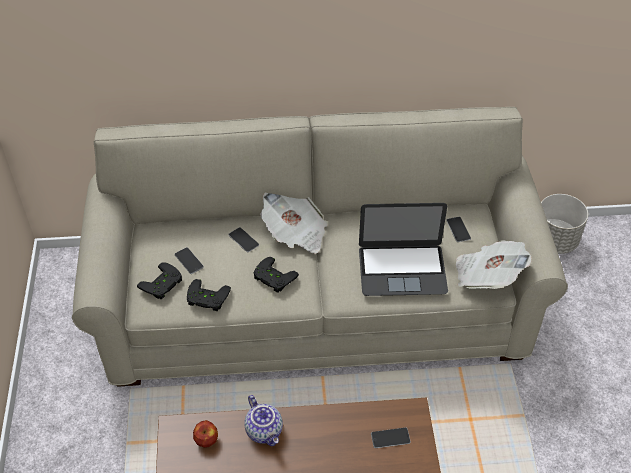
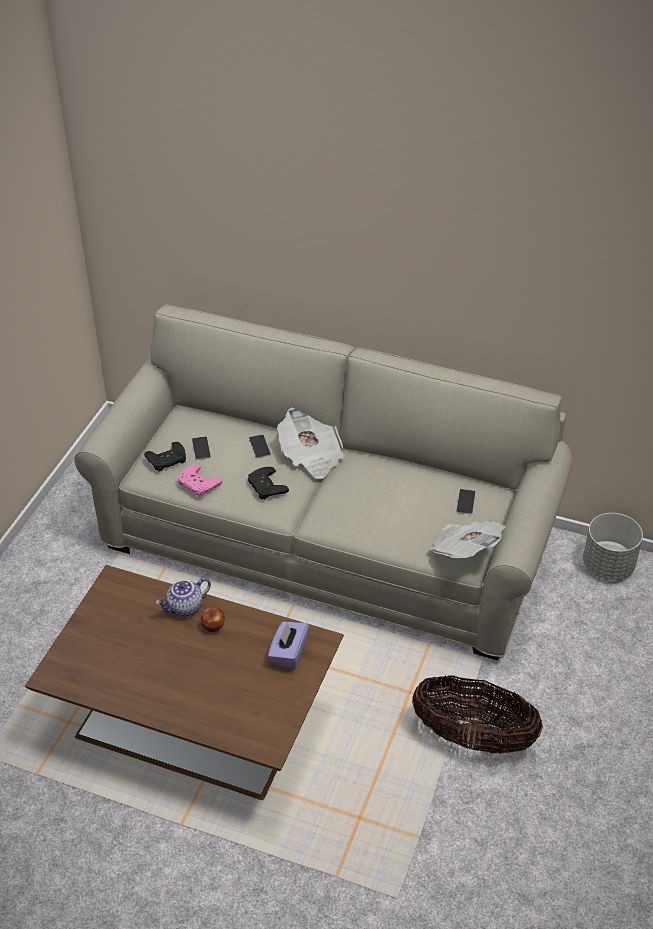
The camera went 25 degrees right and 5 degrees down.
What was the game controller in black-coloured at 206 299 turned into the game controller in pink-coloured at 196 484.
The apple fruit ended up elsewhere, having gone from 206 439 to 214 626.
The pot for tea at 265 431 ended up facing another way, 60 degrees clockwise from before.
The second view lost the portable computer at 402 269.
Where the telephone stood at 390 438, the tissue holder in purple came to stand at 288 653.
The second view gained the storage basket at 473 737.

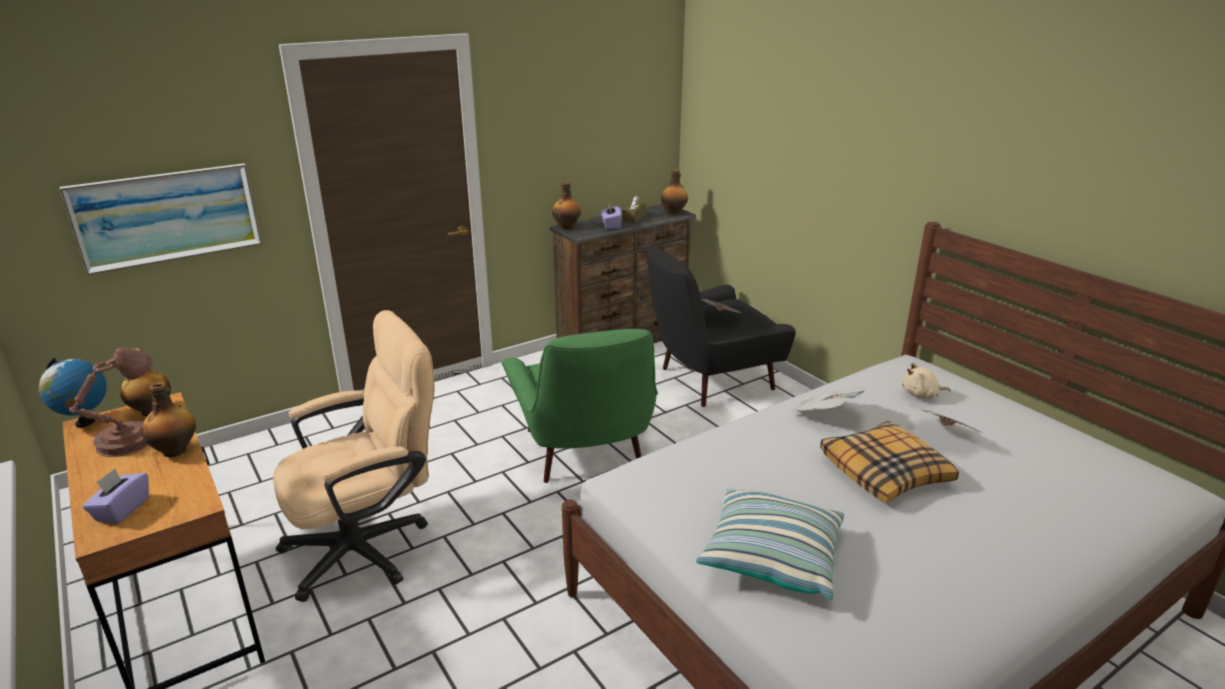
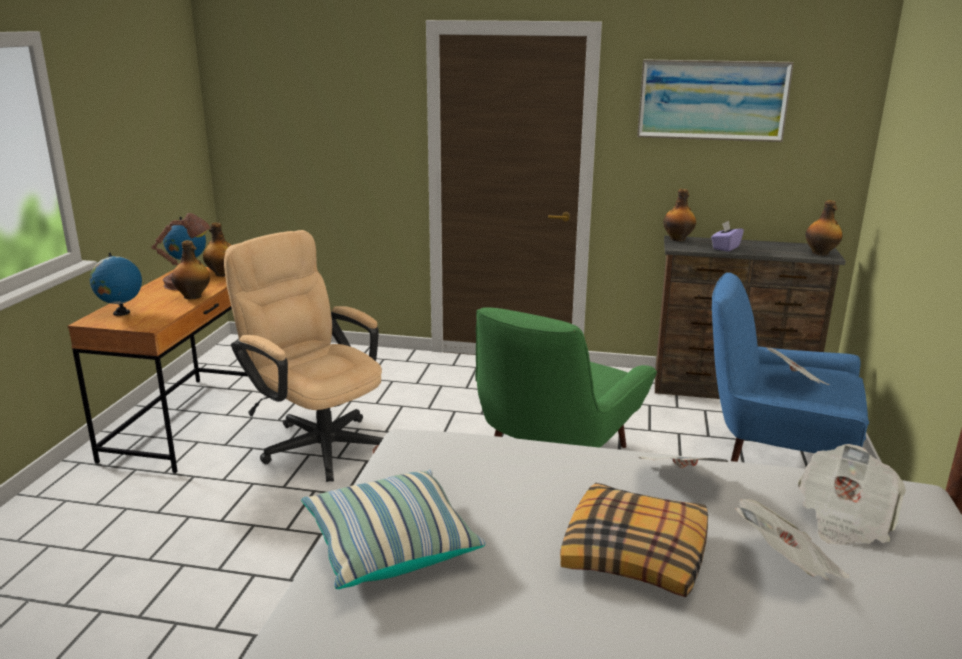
The camera went 45 degrees right and 5 degrees down.
The wall picture ended up elsewhere, having gone from 167 216 to 712 100.
Where the tissue holder in purple stood at 122 509, the desk globe came to stand at 121 313.
The office chair in sand-coloured at 370 546 ended up facing another way, 150 degrees counterclockwise from before.
The second view lost the tissue holder in brownish at 634 218.
What was the easy chair in black-coloured at 710 380 turned into the easy chair in blue at 775 457.
Where the plush toy in sand-coloured stood at 921 395, the printed paper came to stand at 844 519.

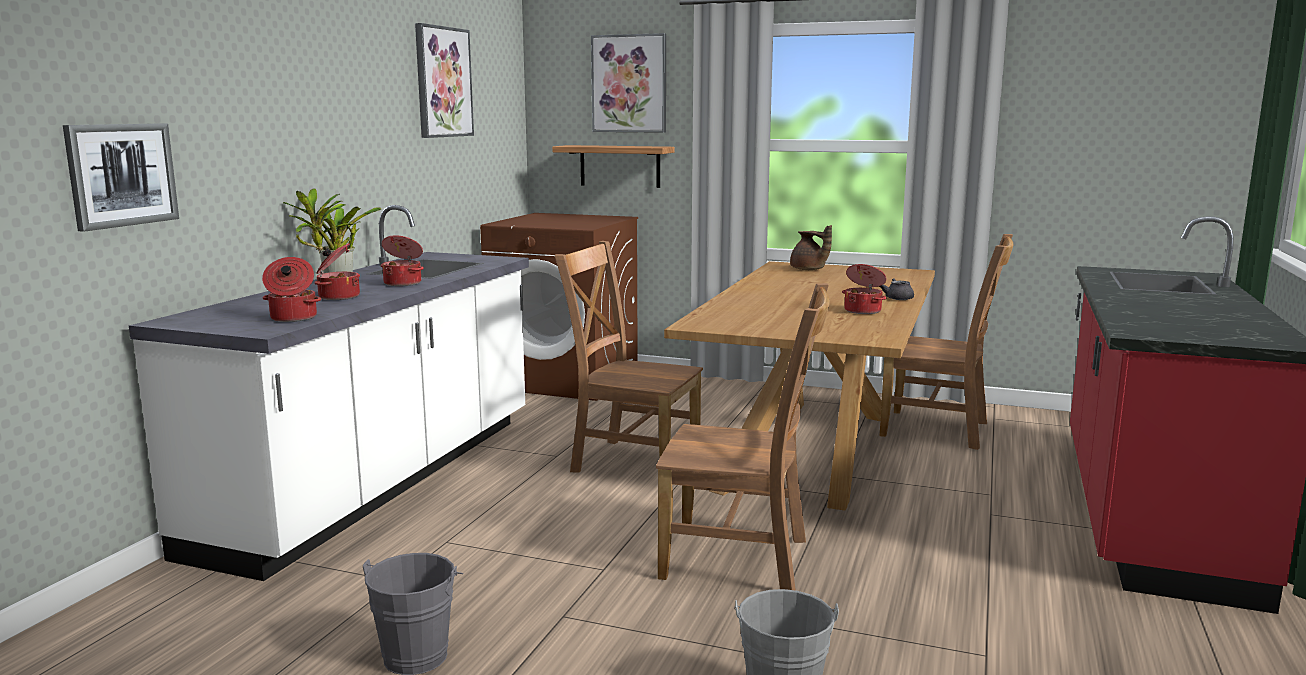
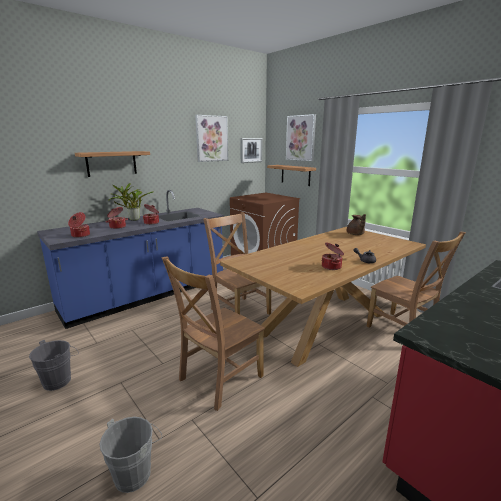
The camera went 30 degrees right and 5 degrees up.
The wall picture ended up elsewhere, having gone from 121 175 to 251 150.
What was the kitchen base unit in whitish at 380 481 turned into the kitchen base unit in blue at 147 296.
The chair in brownish at 742 560 ended up facing another way, 90 degrees clockwise from before.
The second view gained the shelf at 111 163.

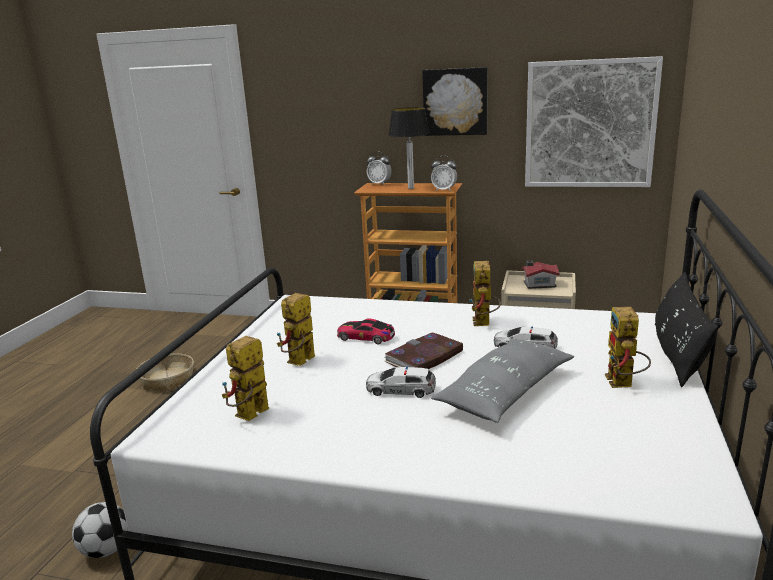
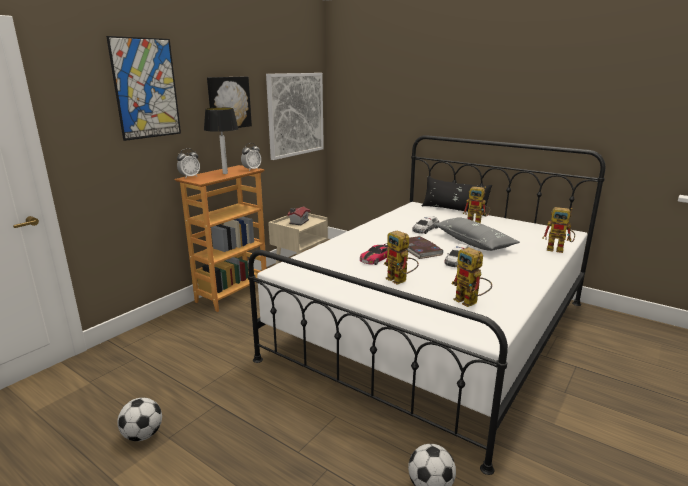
The camera went 70 degrees left and 0 degrees up.
Where the storage basket stood at 167 379, the football ball came to stand at 143 435.
The model robot ended up elsewhere, having gone from 484 324 to 559 249.
The second view gained the wall picture at 146 88.

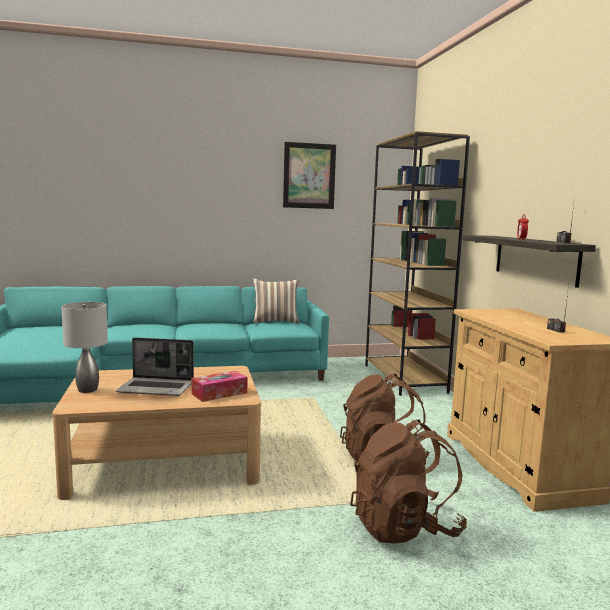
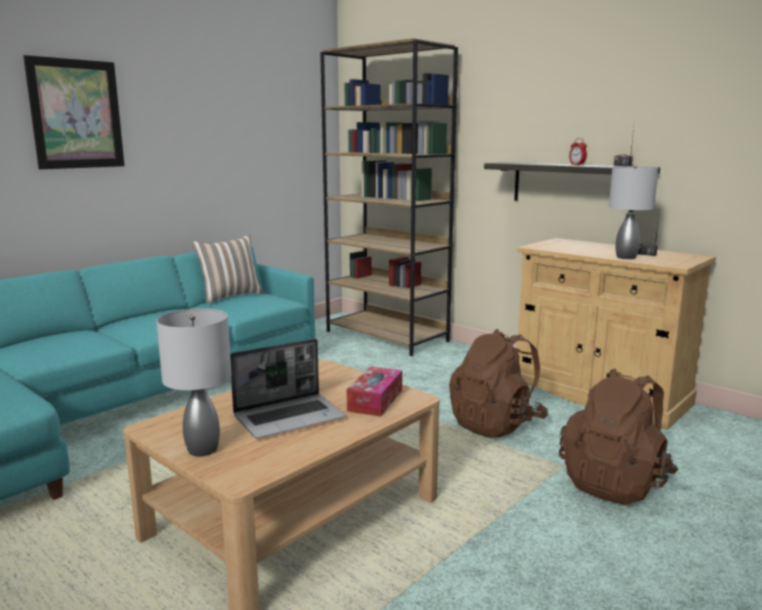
The camera went 35 degrees left and 5 degrees up.
The wall picture ended up elsewhere, having gone from 309 176 to 76 114.
The second view gained the tabletop lamp in greyish at 626 257.

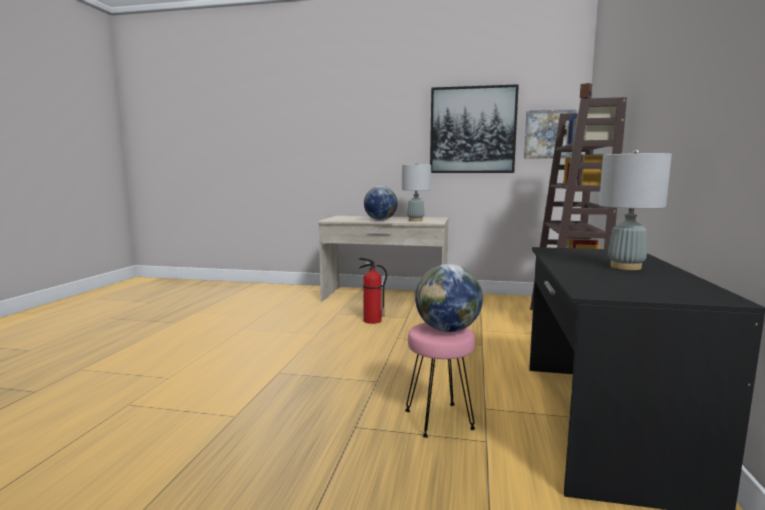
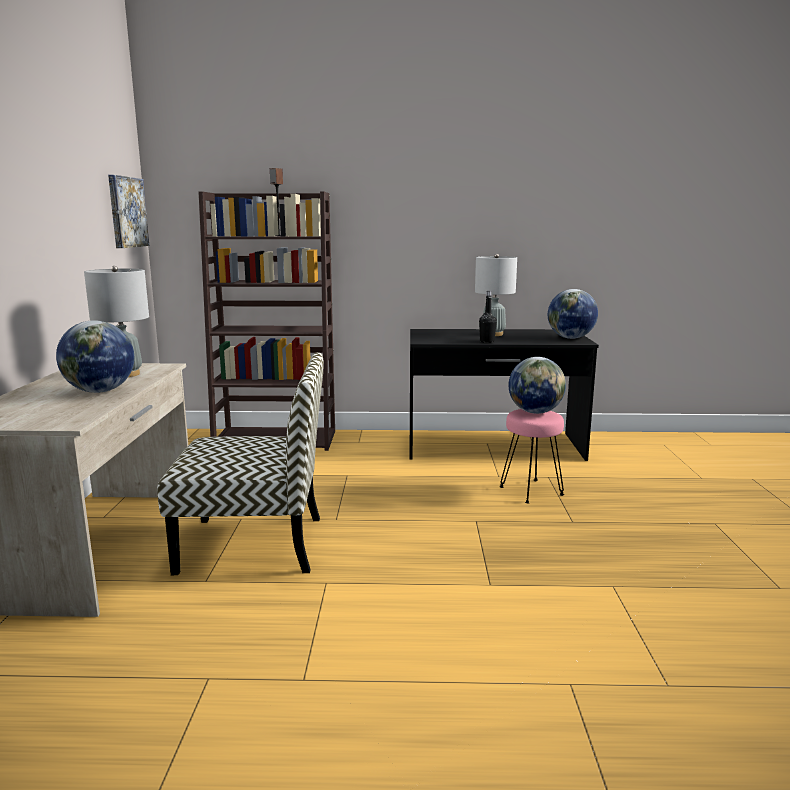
The camera went 100 degrees left and 5 degrees up.
Where the extinguisher stood at 371 321, the chair came to stand at 255 544.
The second view lost the wall picture at 472 130.
The second view gained the drink bottle in black-coloured at 487 341.
The second view gained the desk globe at 570 338.

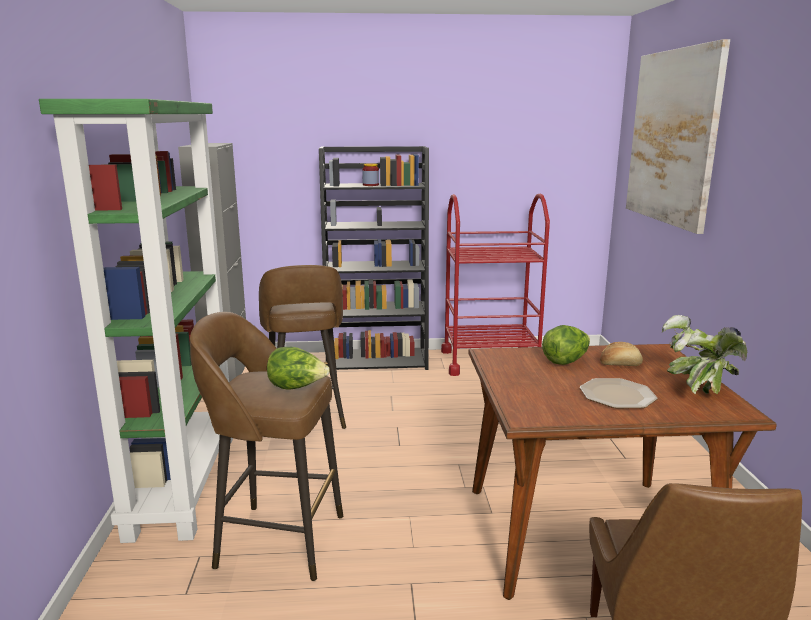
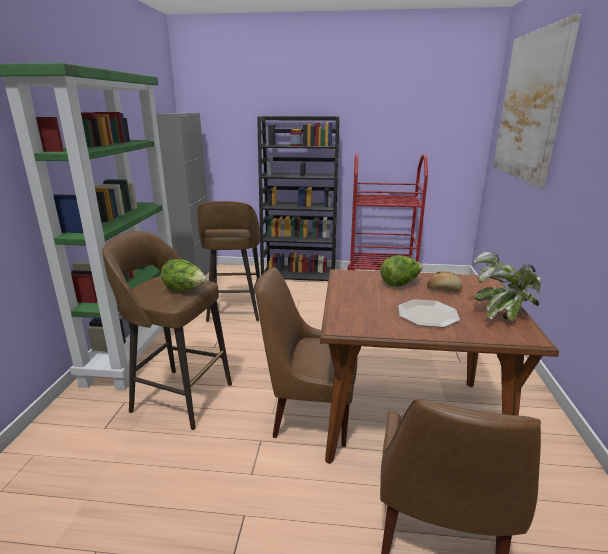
The camera went 10 degrees right and 5 degrees up.
The second view gained the chair in brownish at 310 414.

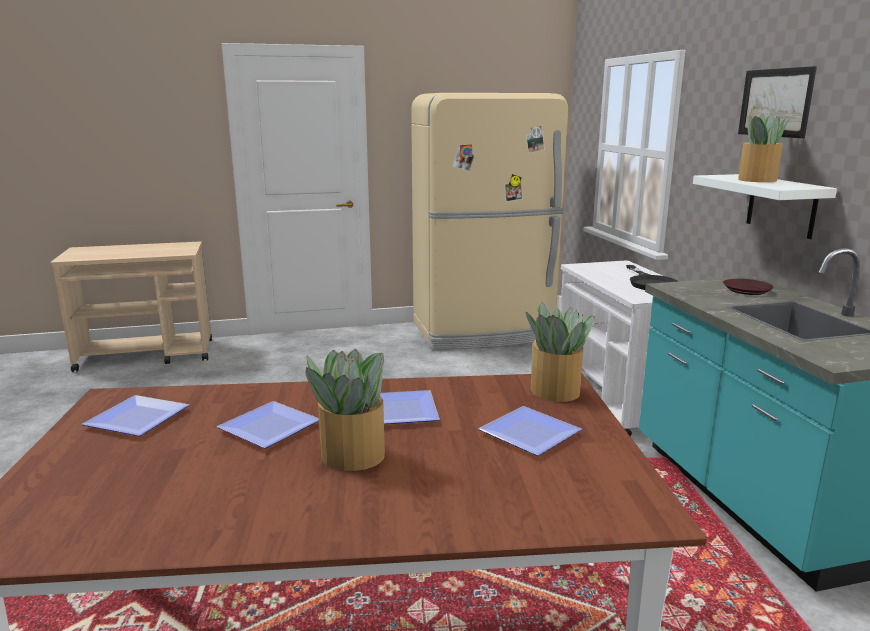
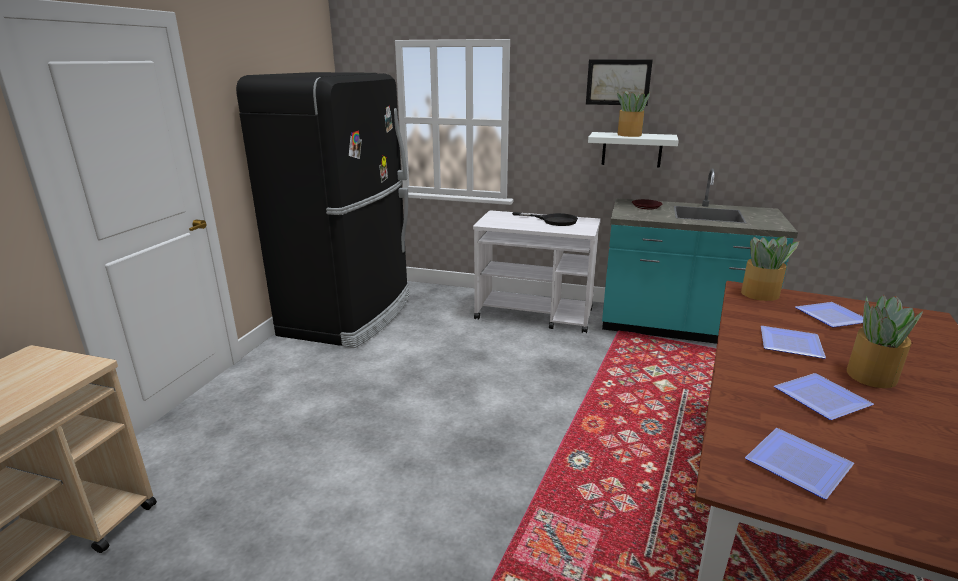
The camera went 60 degrees left and 5 degrees up.
What was the kitchen fridge in sand-coloured at 484 332 turned into the kitchen fridge in black-coloured at 350 314.

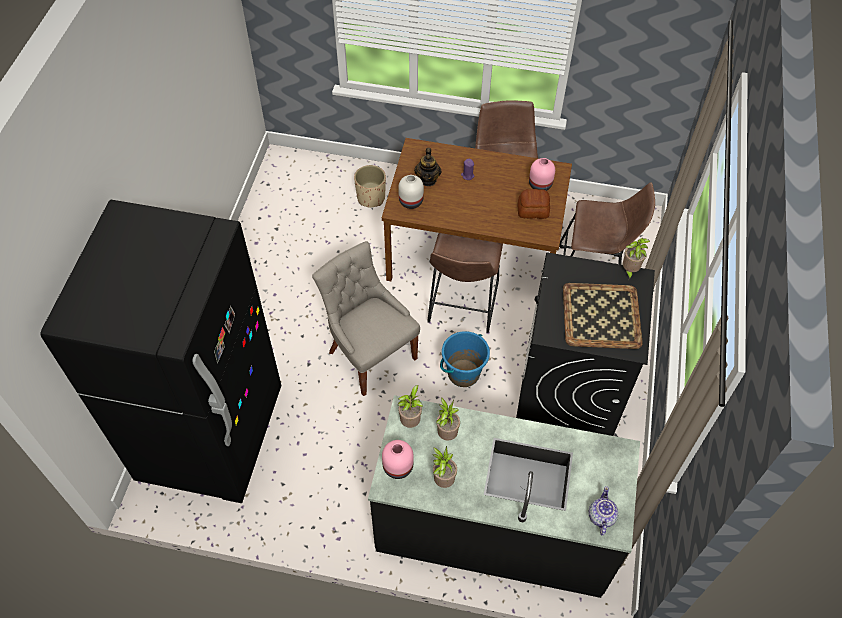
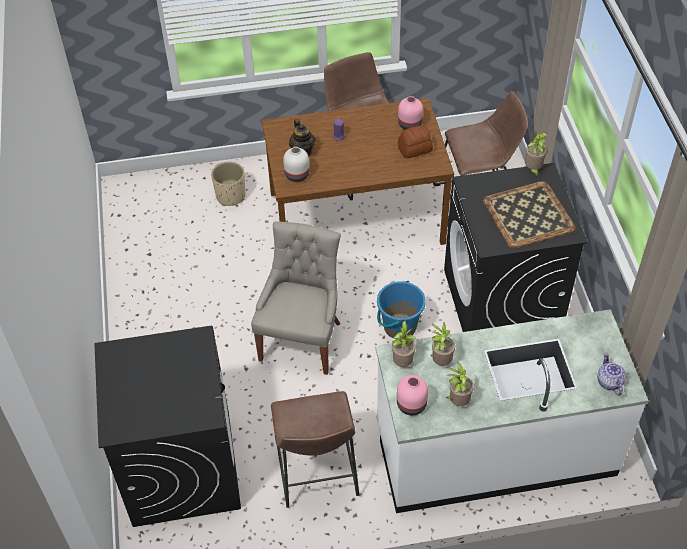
The camera went 20 degrees left and 5 degrees down.
Where the kitchen fridge in black-coloured stood at 212 434, the washing machine in black-coloured came to stand at 181 467.
The chair in greyish at 370 354 ended up facing another way, 75 degrees clockwise from before.
What was the kitchen base unit in black-coloured at 494 526 turned into the kitchen base unit in whitish at 494 450.
The stool seat in brownish ended up elsewhere, having gone from 461 306 to 317 474.

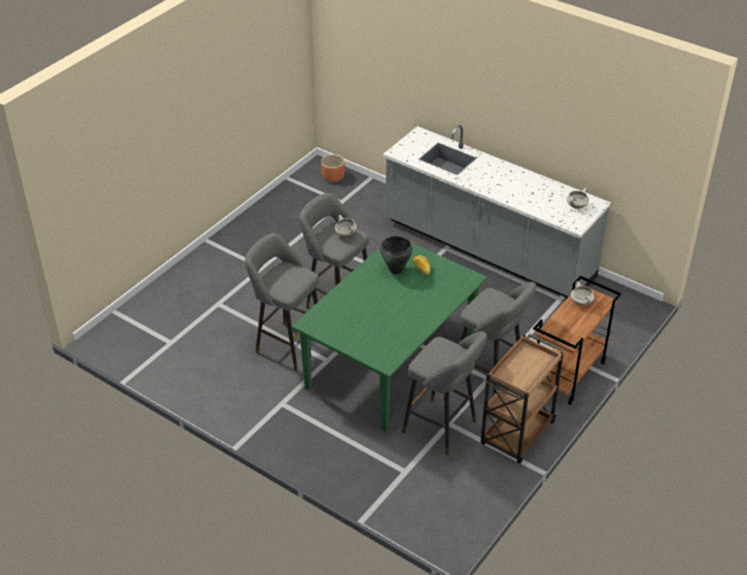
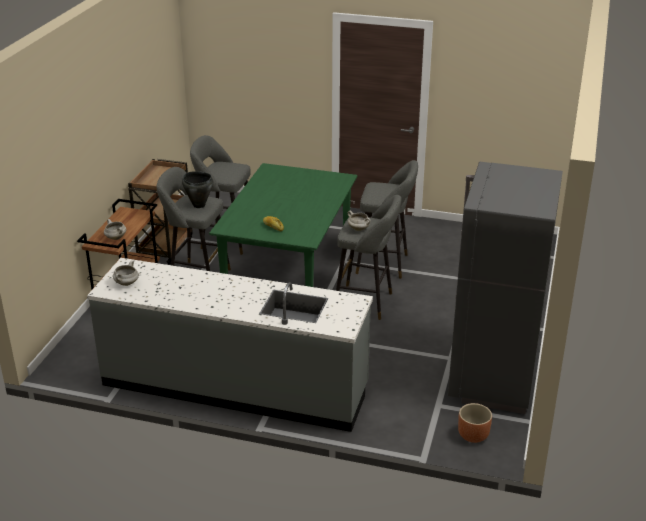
The camera went 160 degrees right and 10 degrees down.
The cooking pot in black-coloured ended up elsewhere, having gone from 396 270 to 199 205.
The second view gained the kitchen fridge in greyish at 492 379.

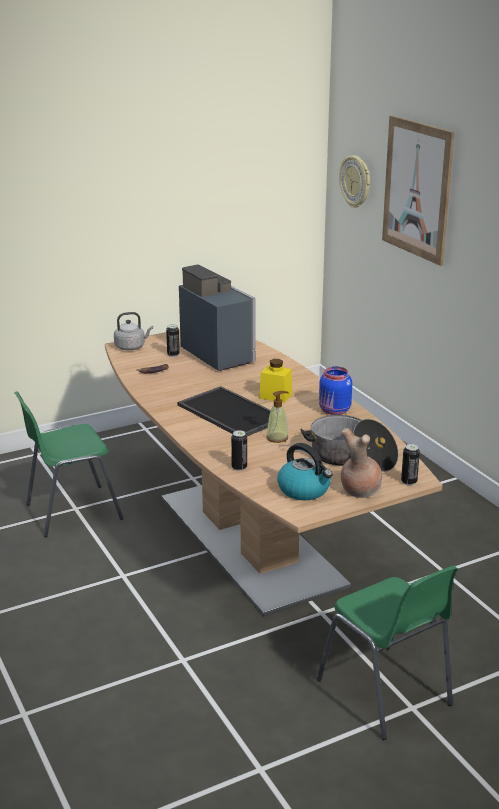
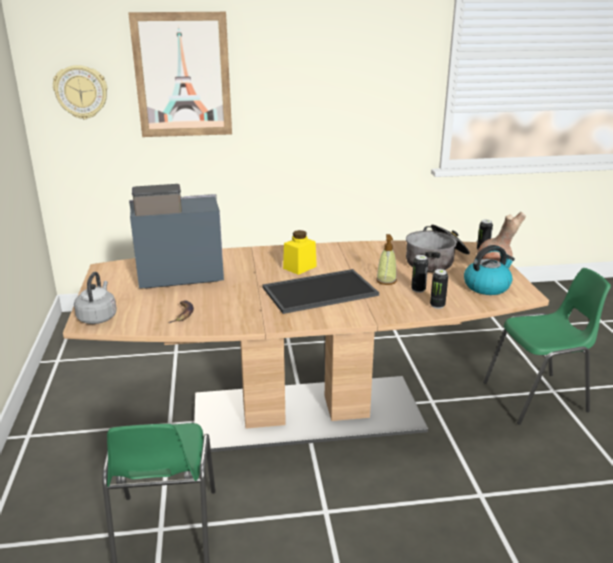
The camera went 70 degrees left and 0 degrees up.
The sealed can ended up elsewhere, having gone from 173 355 to 418 290.
The second view lost the storage jar in blue at 334 411.

